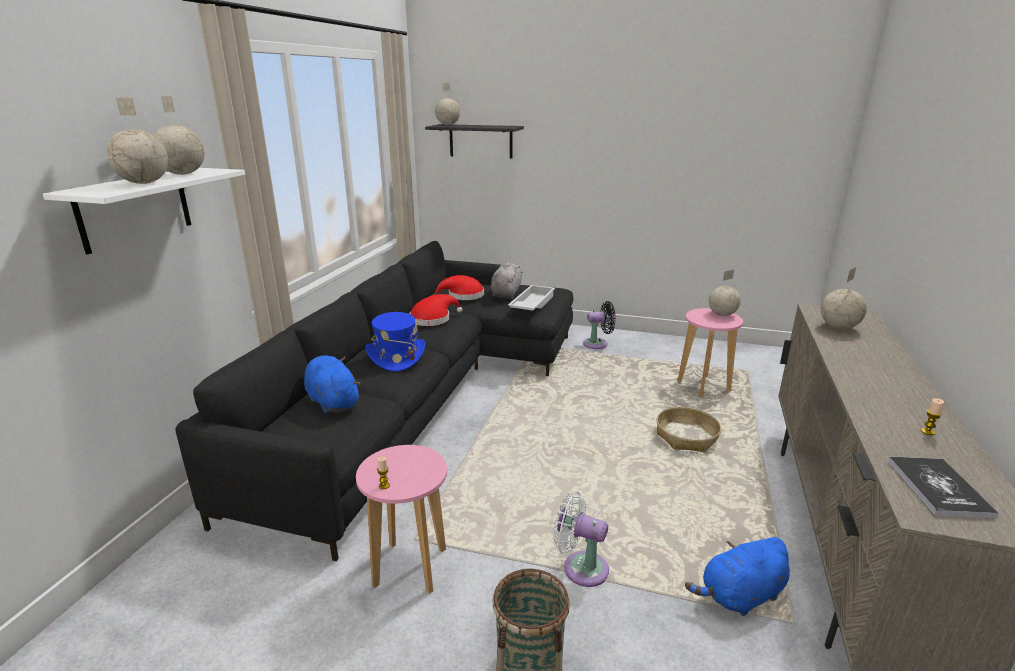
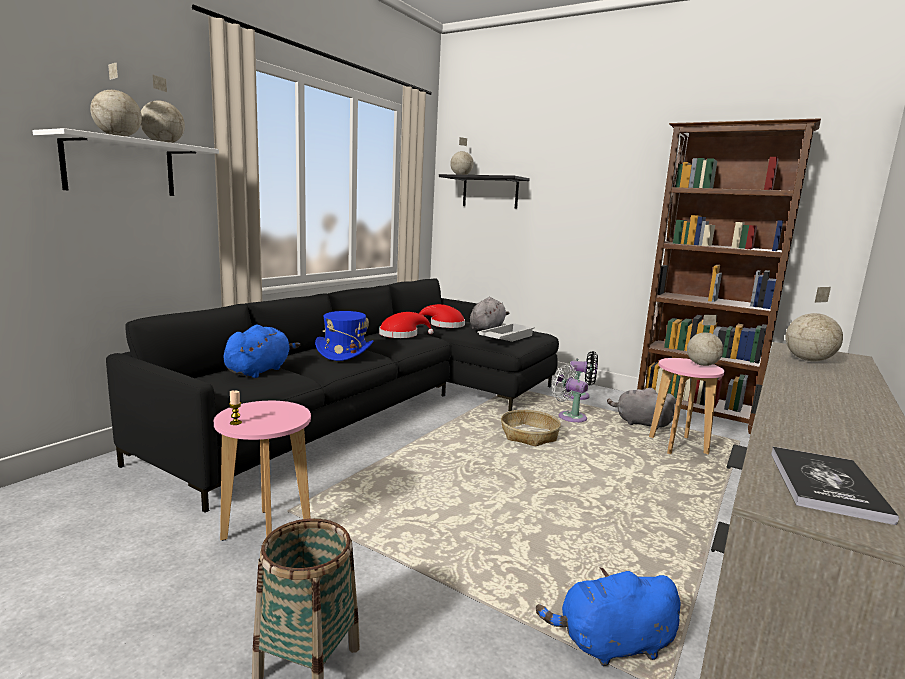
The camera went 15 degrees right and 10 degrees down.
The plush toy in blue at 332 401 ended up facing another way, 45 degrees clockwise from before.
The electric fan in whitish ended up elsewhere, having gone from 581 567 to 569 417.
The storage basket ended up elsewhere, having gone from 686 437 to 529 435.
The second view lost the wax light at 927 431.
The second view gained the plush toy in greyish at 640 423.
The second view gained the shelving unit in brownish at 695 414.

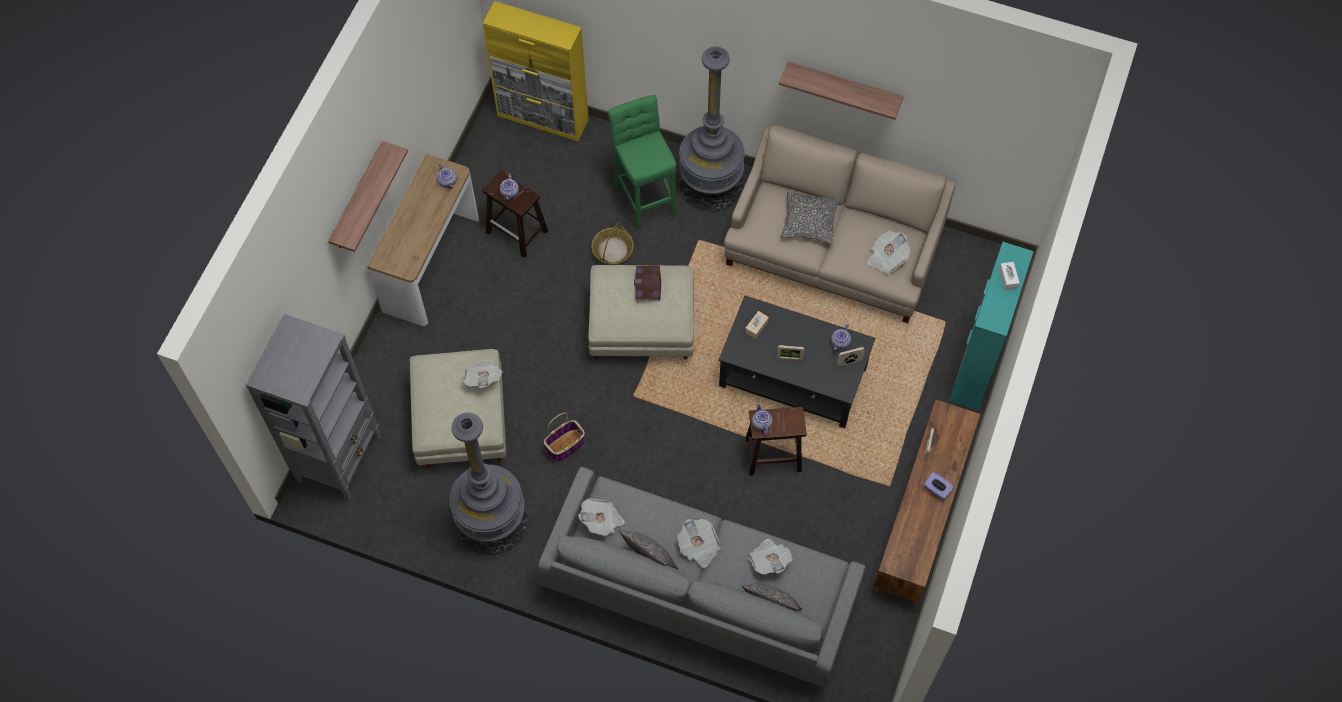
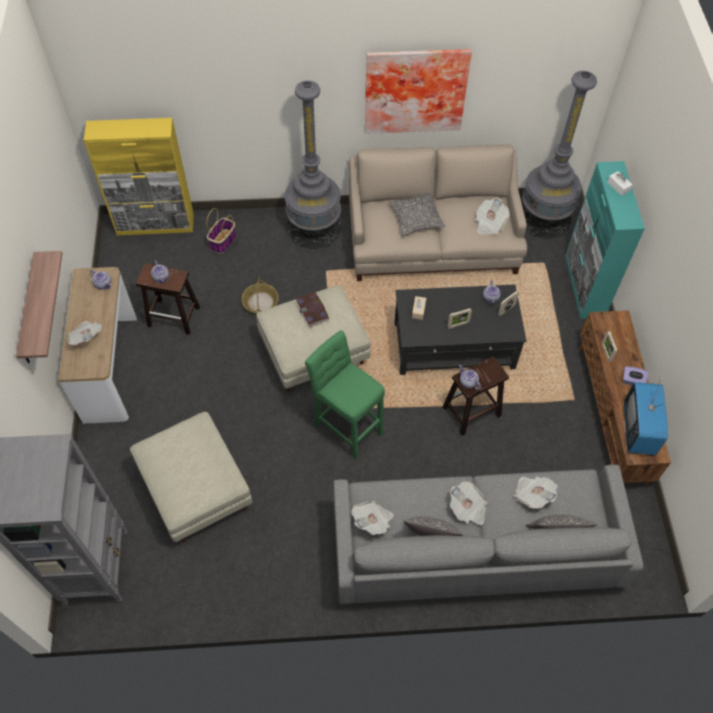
The camera went 25 degrees left and 5 degrees down.
The standing lamp in greyish ended up elsewhere, having gone from 491 521 to 544 217.
The printed paper ended up elsewhere, having gone from 483 378 to 86 337.
The storage basket ended up elsewhere, having gone from 565 446 to 223 242.
The stool seat in greenish ended up elsewhere, having gone from 645 196 to 346 426.
Where the shelf hung at 844 87, the wall picture came to hang at 415 89.
The second view gained the TV at 638 429.

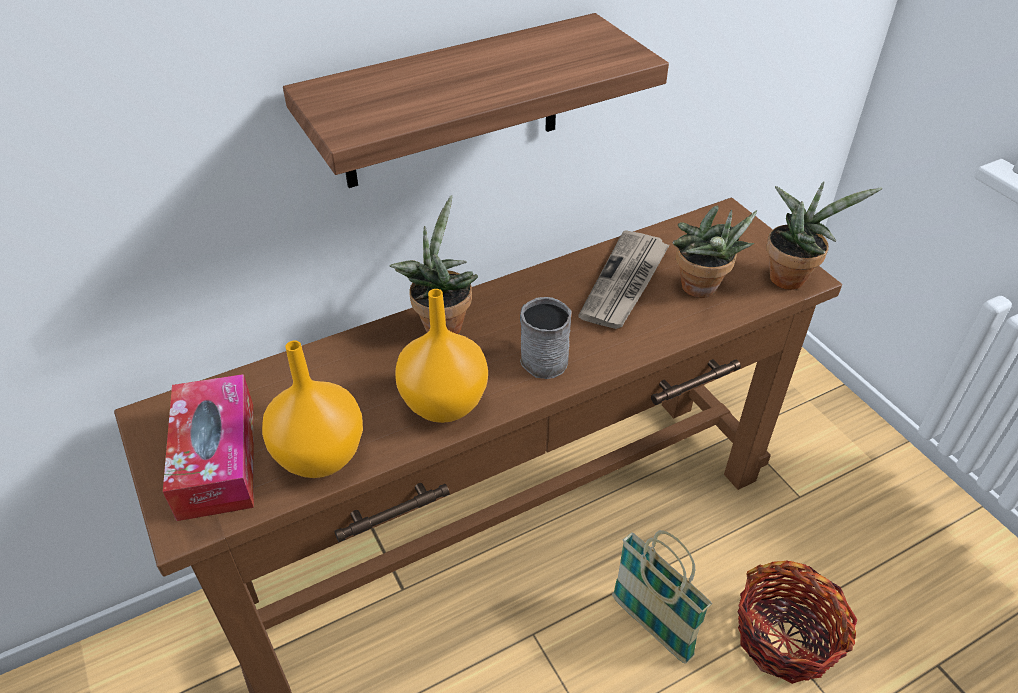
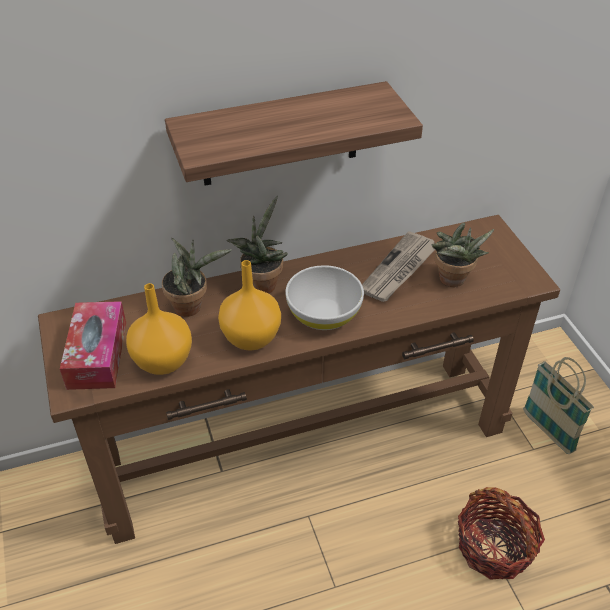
The camera went 10 degrees right and 0 degrees up.
Where the mug in greyish stood at 539 357, the deep dish in whitish came to stand at 324 314.
The storage basket ended up elsewhere, having gone from 651 627 to 548 431.
The potted plant ended up elsewhere, having gone from 791 276 to 191 306.

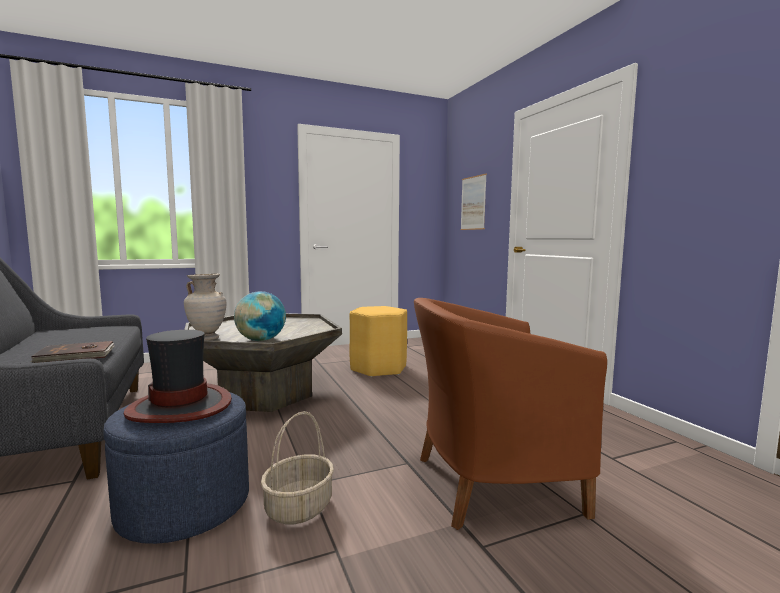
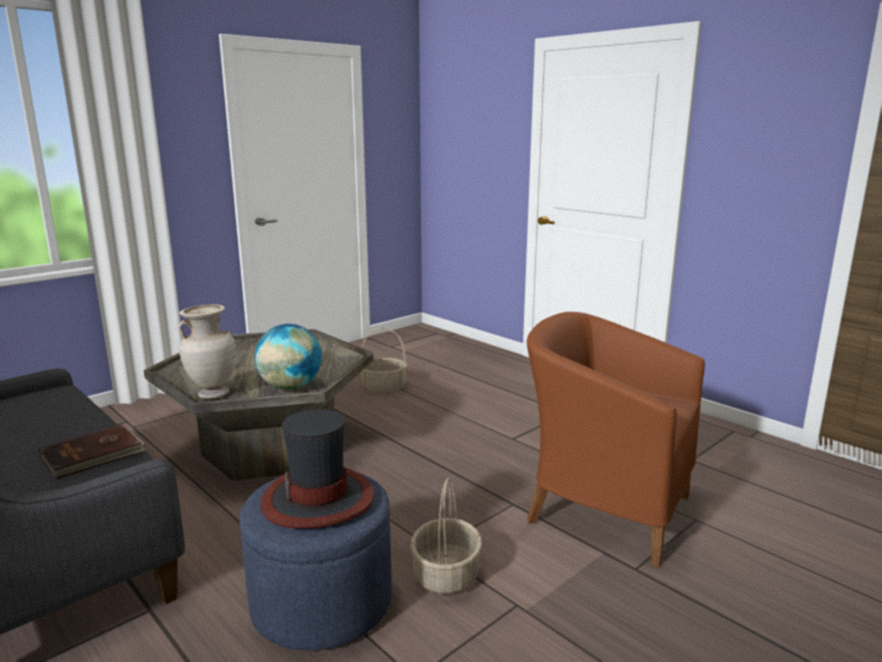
The camera went 20 degrees left and 10 degrees up.
Where the stool seat in yellowish stood at 379 368, the storage basket came to stand at 384 387.
The easy chair in brownish at 490 483 ended up facing another way, 60 degrees clockwise from before.
The second view lost the wall picture at 473 203.

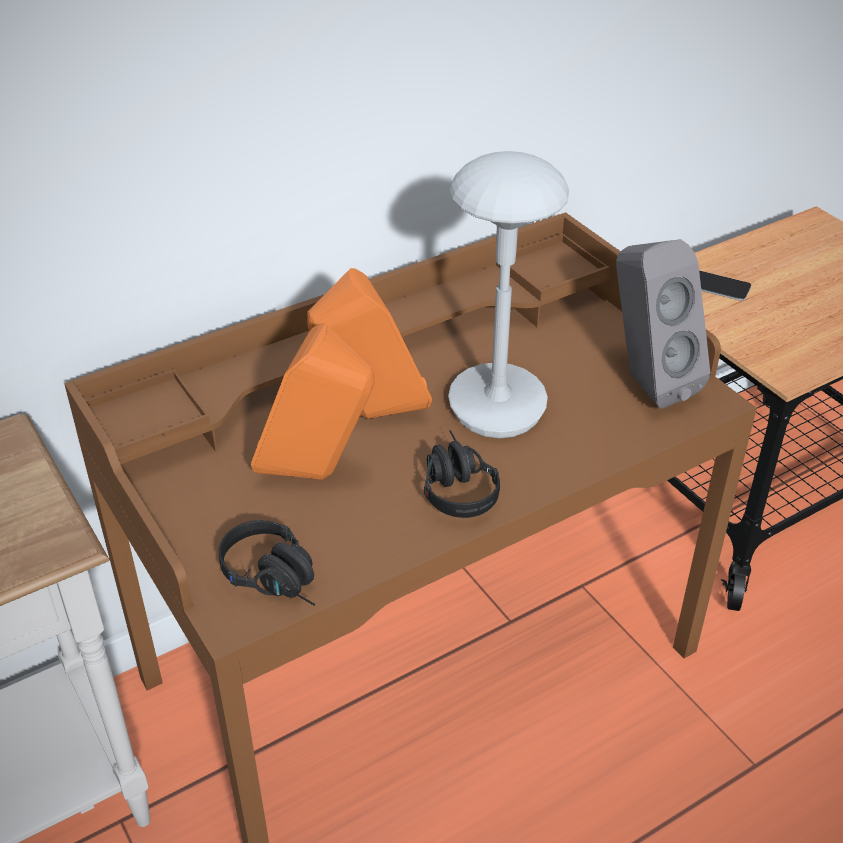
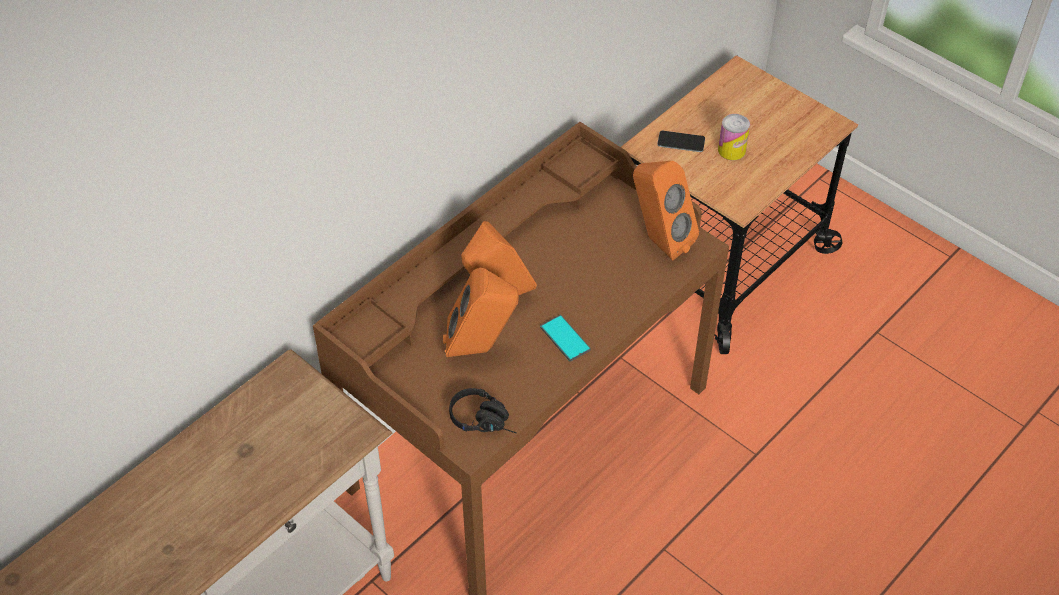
The camera went 15 degrees left and 10 degrees up.
Where the headset in black-coloured stood at 454 485, the telephone came to stand at 565 338.
The second view lost the tabletop lamp in greyish at 498 404.
What was the speaker in greyish at 646 383 turned into the speaker in orange-coloured at 659 241.
The second view gained the sealed can at 731 150.

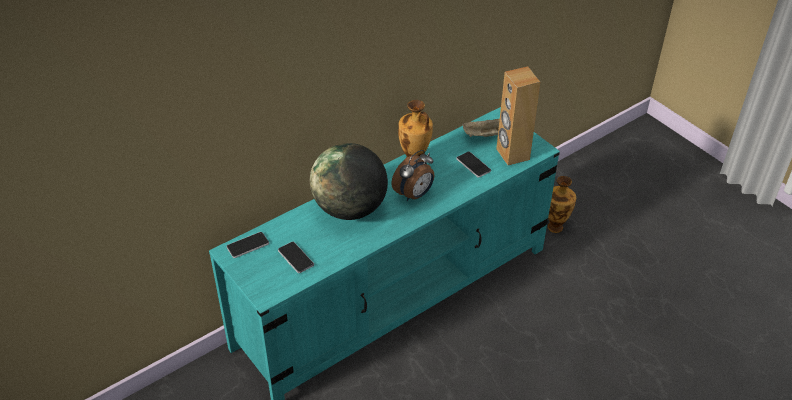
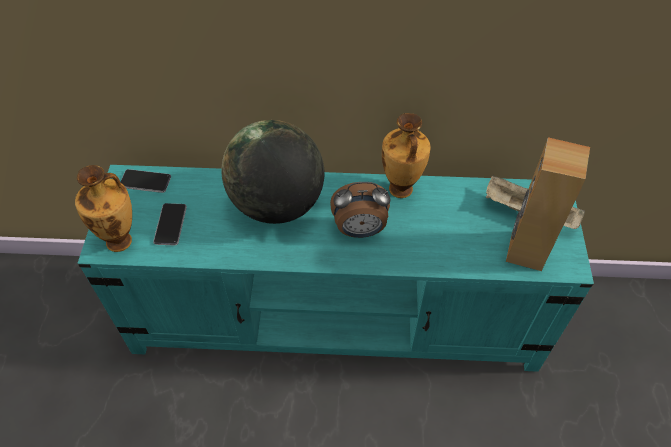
The camera went 40 degrees right and 10 degrees up.
The second view lost the telephone at 473 165.
The vase ended up elsewhere, having gone from 556 226 to 121 241.

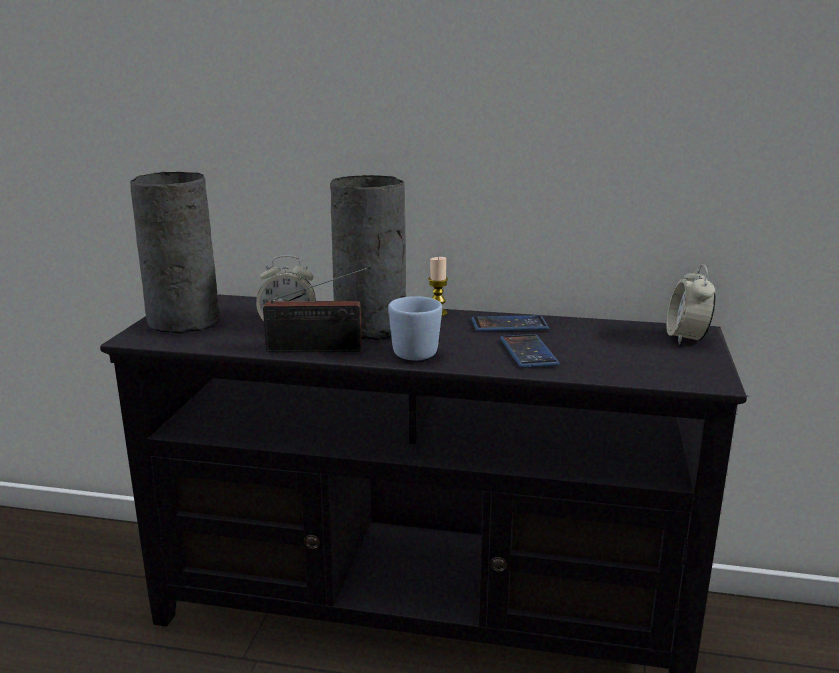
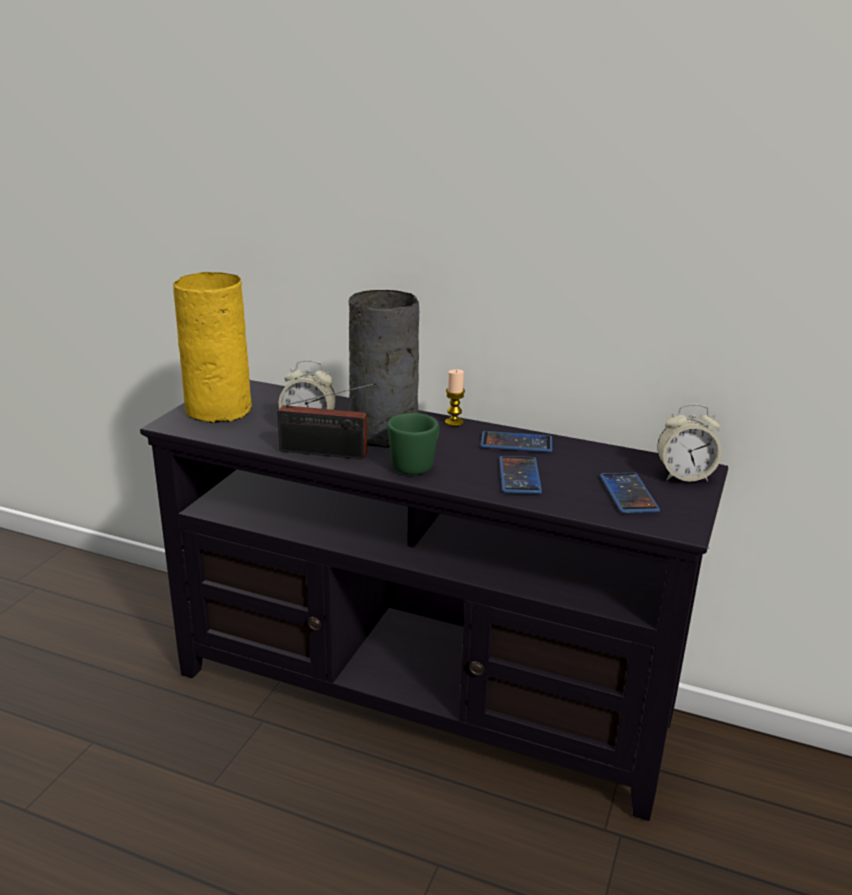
The camera went 10 degrees right and 5 degrees up.
What was the vase in greyish at 184 321 turned into the vase in yellowish at 219 409.
What was the mug in blue at 419 351 turned into the mug in greenish at 417 465.
The alarm clock at 686 338 ended up facing another way, 105 degrees counterclockwise from before.
The second view gained the telephone at 628 494.

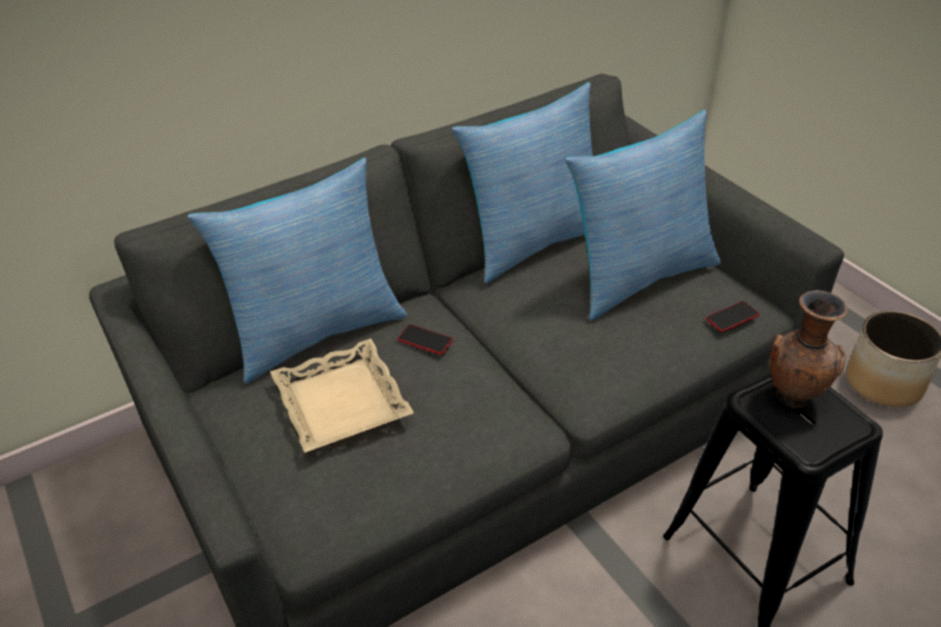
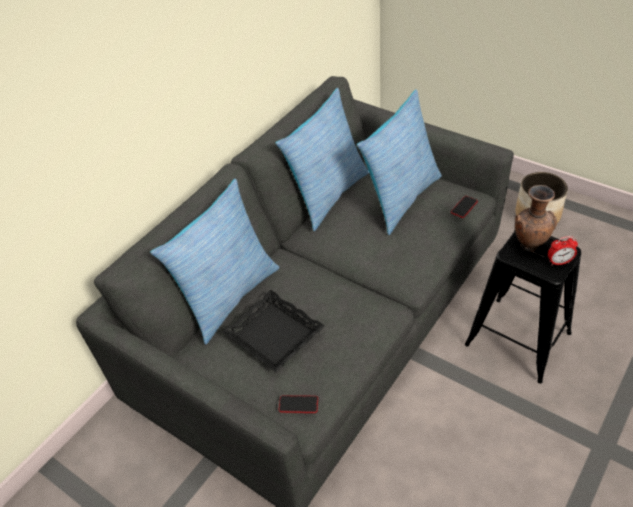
The camera went 20 degrees left and 5 degrees up.
What was the serving tray in sand-coloured at 340 403 turned into the serving tray in black-coloured at 273 335.
The telephone ended up elsewhere, having gone from 425 340 to 298 404.
The second view gained the alarm clock at 559 262.

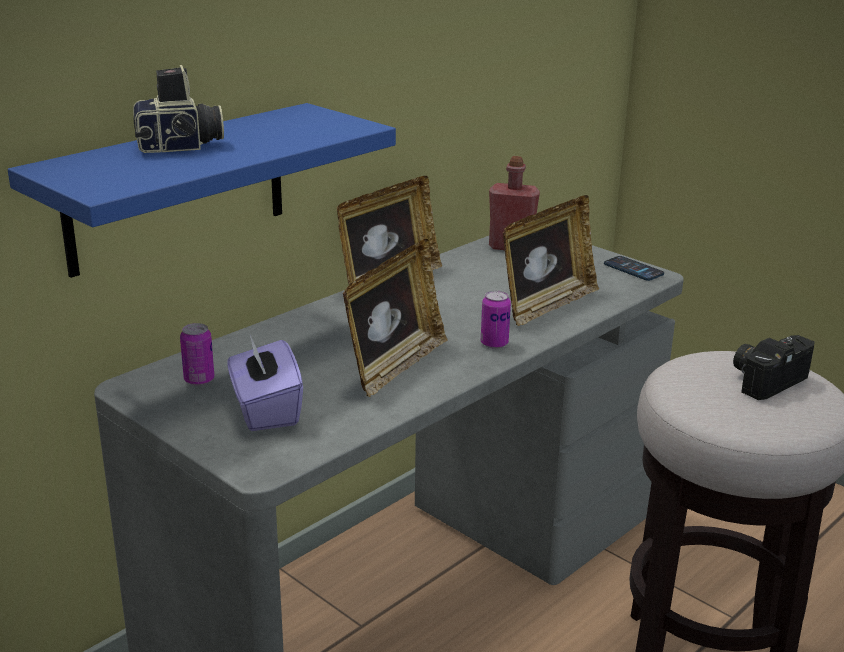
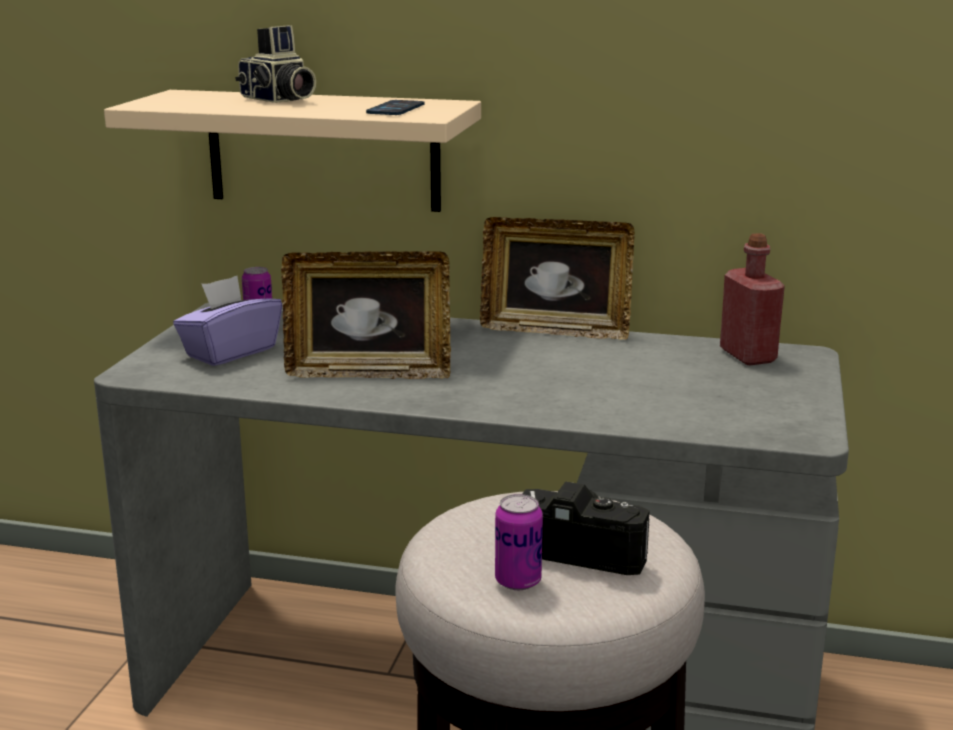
The camera went 60 degrees right and 5 degrees down.
What was the shelf in blue at 177 188 turned into the shelf in sand-coloured at 323 150.
The sealed can ended up elsewhere, having gone from 494 343 to 518 581.
The second view lost the standing frame at 546 305.
The telephone ended up elsewhere, having gone from 633 269 to 395 109.

